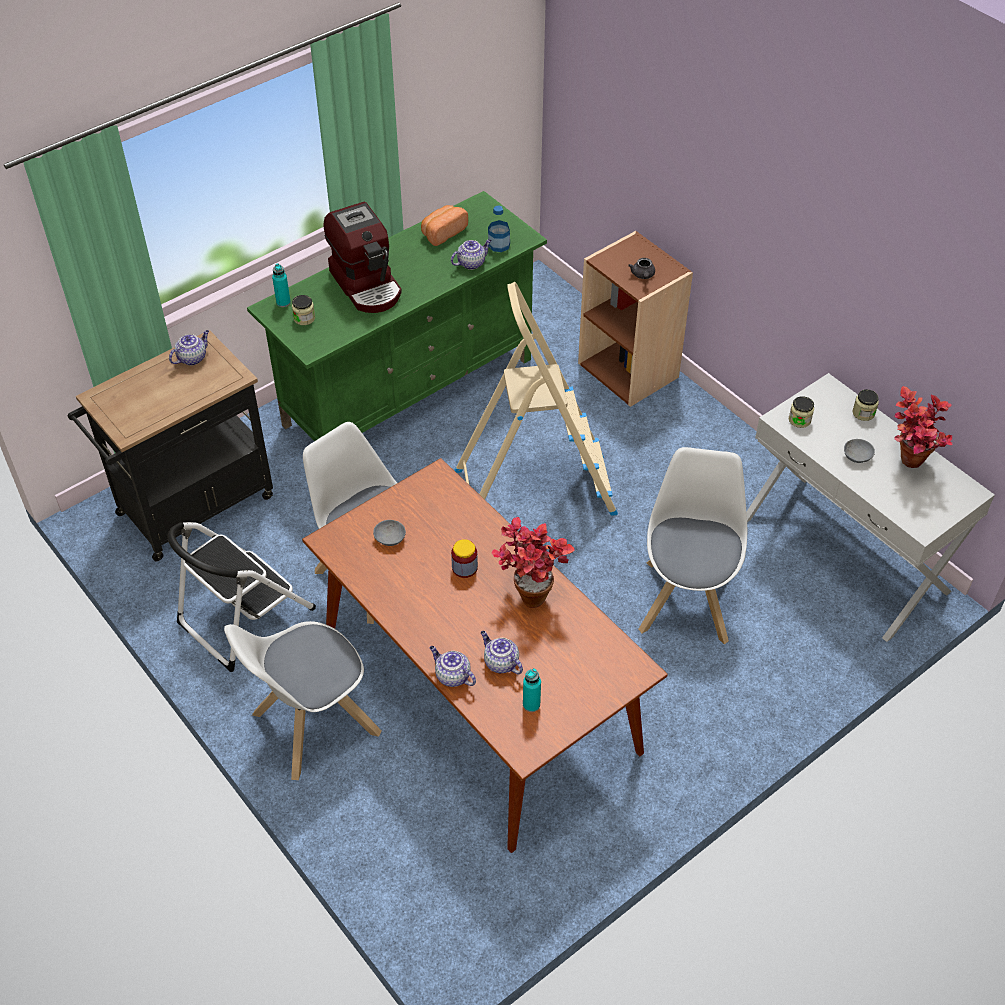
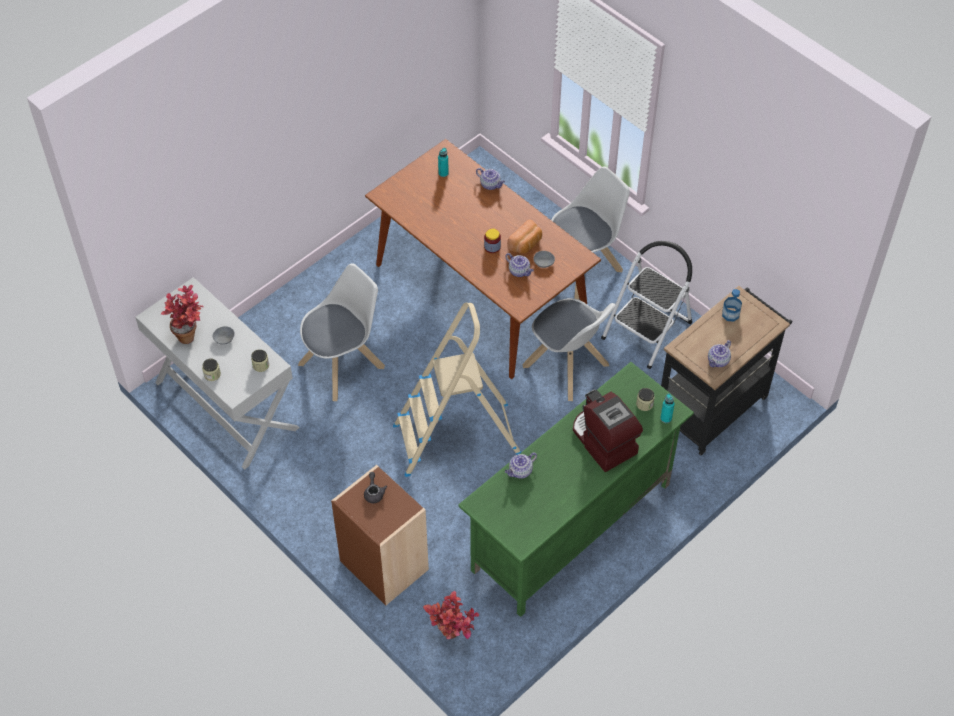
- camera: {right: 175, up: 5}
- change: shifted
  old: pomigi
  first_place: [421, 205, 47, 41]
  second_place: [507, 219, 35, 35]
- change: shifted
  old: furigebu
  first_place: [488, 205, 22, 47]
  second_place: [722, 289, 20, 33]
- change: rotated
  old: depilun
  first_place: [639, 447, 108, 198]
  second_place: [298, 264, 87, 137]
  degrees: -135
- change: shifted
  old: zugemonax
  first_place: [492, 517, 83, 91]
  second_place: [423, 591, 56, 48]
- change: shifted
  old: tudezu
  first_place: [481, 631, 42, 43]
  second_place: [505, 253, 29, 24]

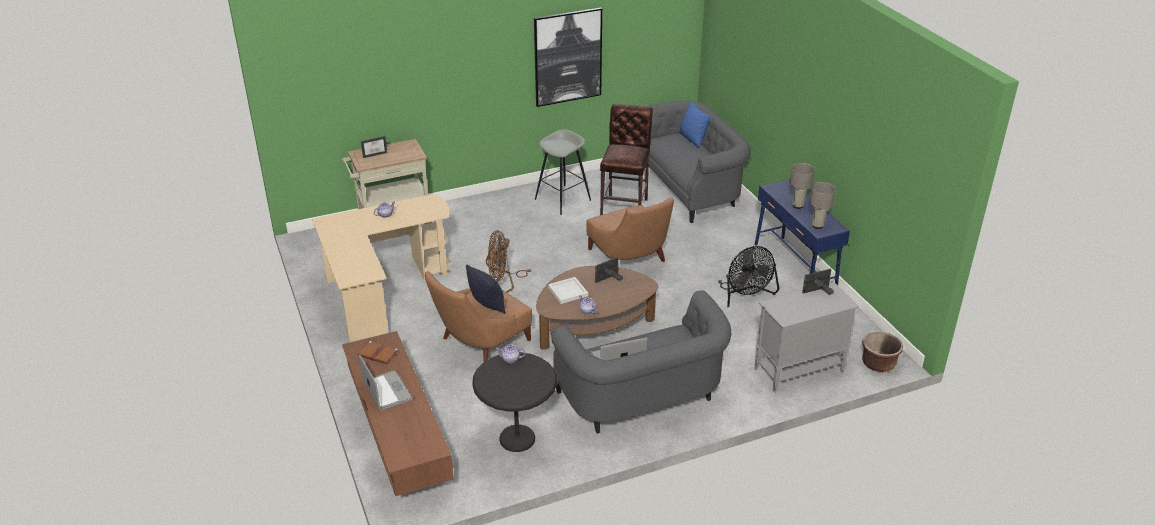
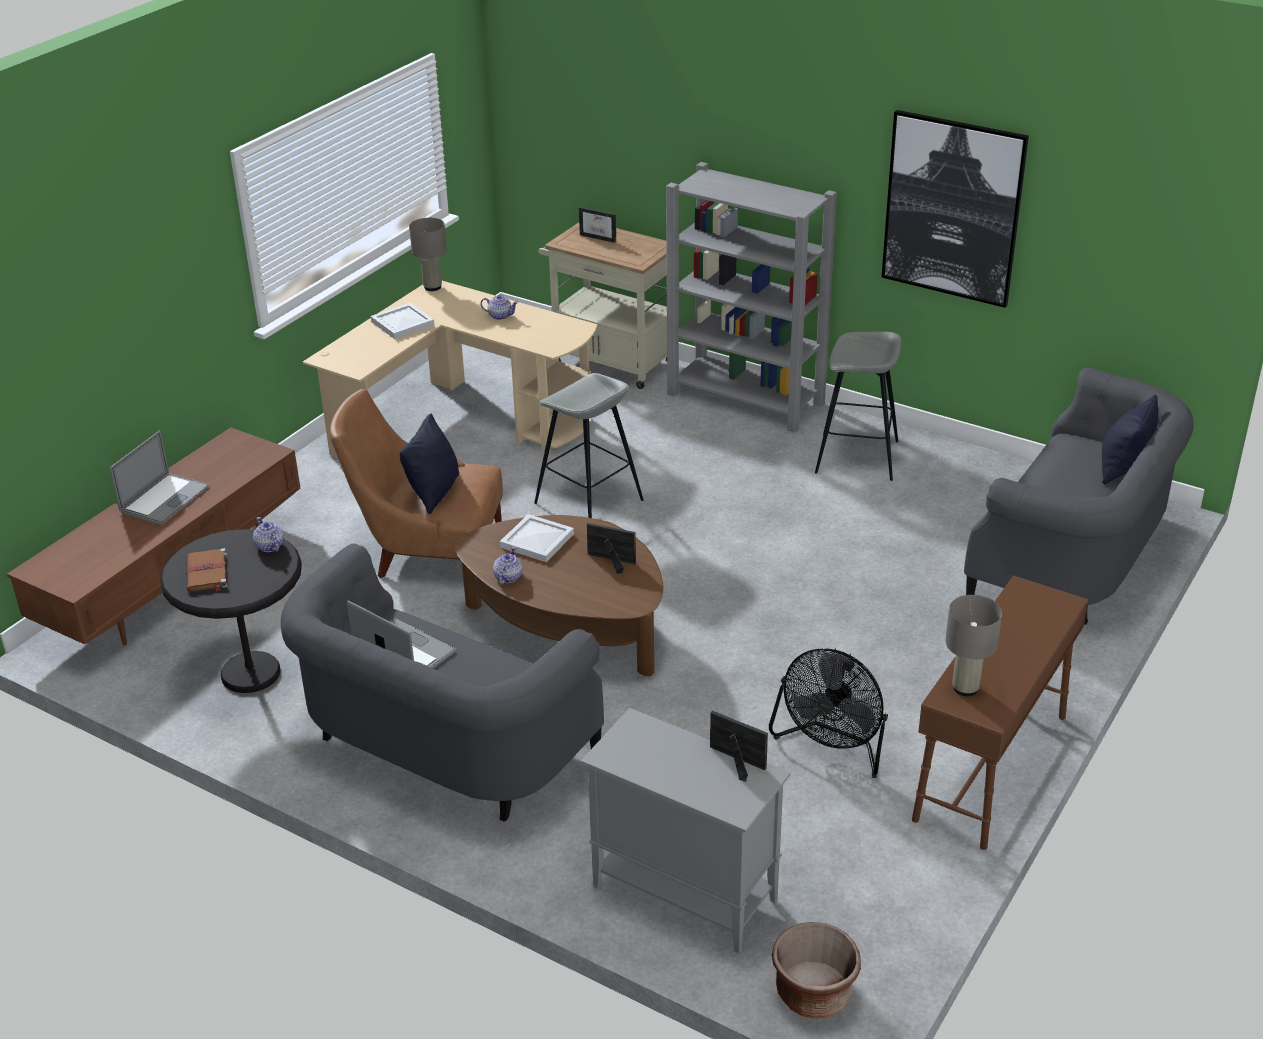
- camera: {right: 55, up: 0}
- change: repainted
  old: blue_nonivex
  new: black_nonivex
  first_place: [679, 102, 32, 46]
  second_place: [1102, 395, 56, 90]
- change: gone
  old: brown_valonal
  first_place: [600, 104, 53, 111]
- change: shifted
  old: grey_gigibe
  first_place: [790, 163, 25, 46]
  second_place: [409, 218, 38, 73]
- change: repainted
  old: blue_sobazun
  new: brown_sobazun
  first_place: [754, 179, 96, 106]
  second_place: [912, 575, 176, 275]
- change: gone
  old: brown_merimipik
  first_place: [587, 197, 87, 65]
- change: swapped
  old: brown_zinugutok
  new: grey_valonal
  first_place: [486, 230, 45, 63]
  second_place: [534, 373, 110, 145]
- change: shifted
  old: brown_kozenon
  first_place: [358, 341, 40, 23]
  second_place: [186, 548, 42, 44]
- change: new
  new: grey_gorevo
  second_place: [666, 162, 171, 271]
- change: new
  new: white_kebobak
  second_place: [371, 303, 63, 36]

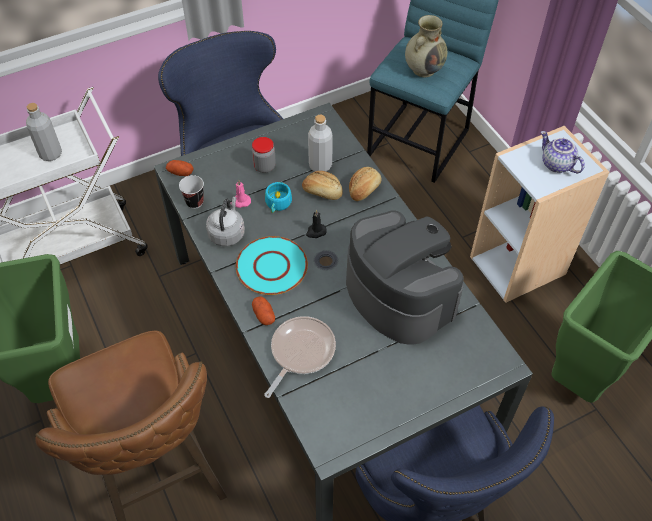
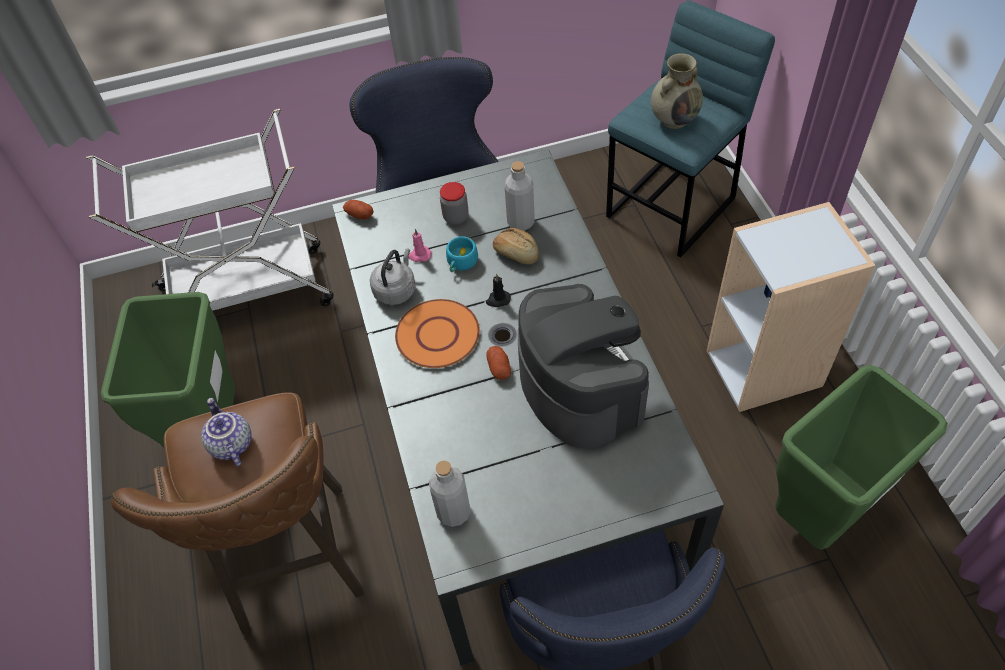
- camera: {right: 15, up: 0}
- change: shifted
  old: grey_furigebu
  first_place: [26, 103, 36, 58]
  second_place: [429, 460, 42, 67]
- change: shifted
  old: tudezu
  first_place: [541, 131, 44, 42]
  second_place: [201, 398, 51, 68]
- change: gone
  old: pomigi
  first_place: [349, 167, 33, 34]
- change: gone
  old: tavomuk
  first_place: [179, 175, 25, 34]
- change: repainted
  old: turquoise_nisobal
  new: orange_nisobal
  first_place: [236, 236, 72, 59]
  second_place: [395, 299, 85, 69]
- change: shifted
  old: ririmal
  first_place: [252, 297, 23, 28]
  second_place: [486, 346, 25, 34]
- change: gone
  old: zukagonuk
  first_place: [264, 316, 72, 82]

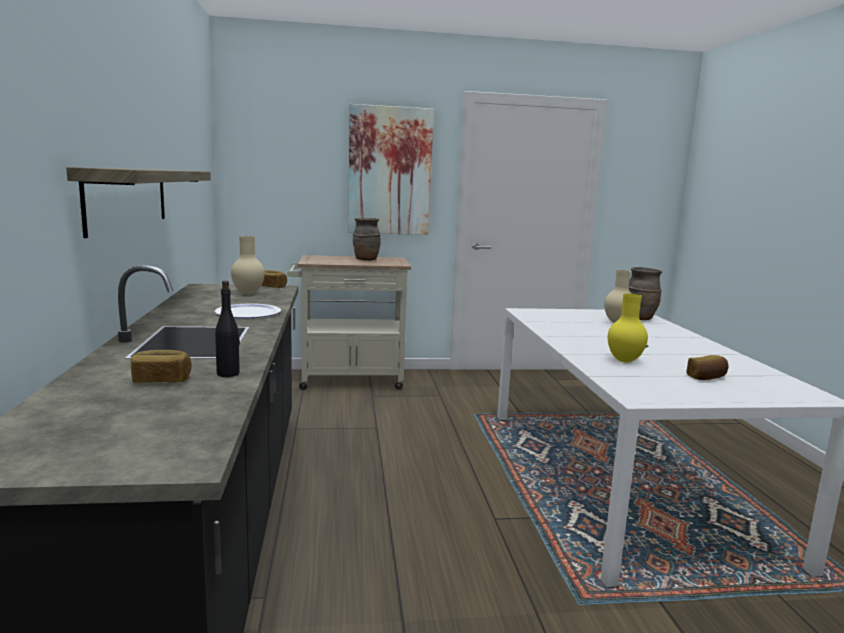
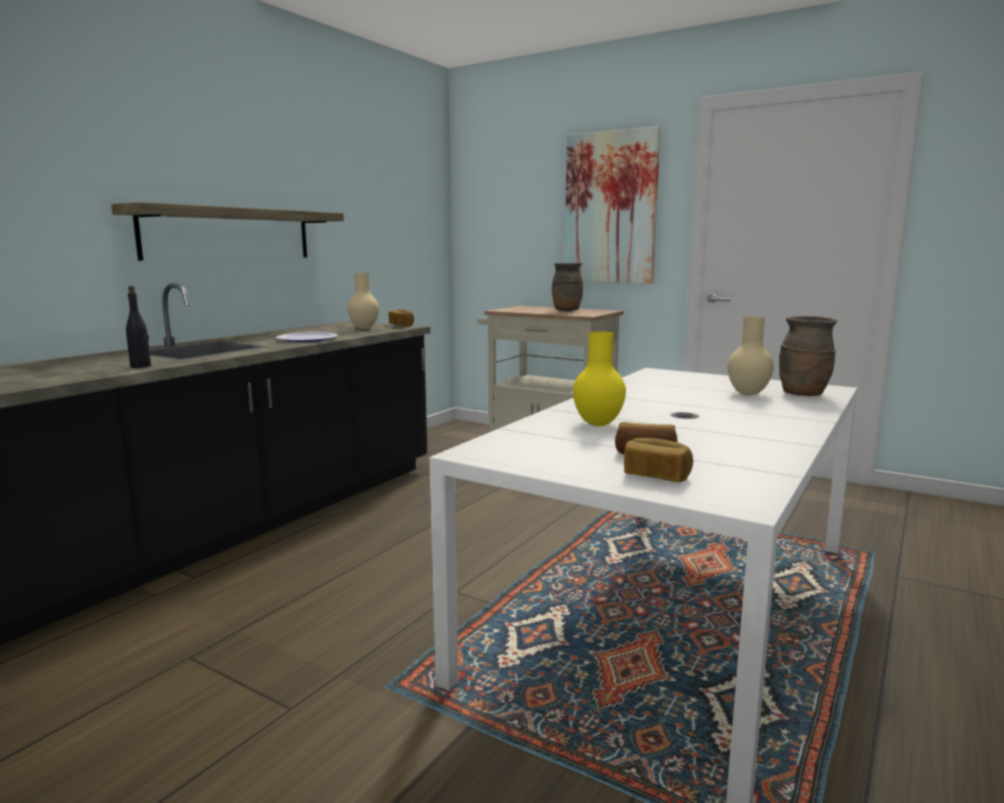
- camera: {right: 40, up: 0}
- change: shifted
  old: pomigi
  first_place: [131, 350, 61, 33]
  second_place: [624, 438, 69, 44]

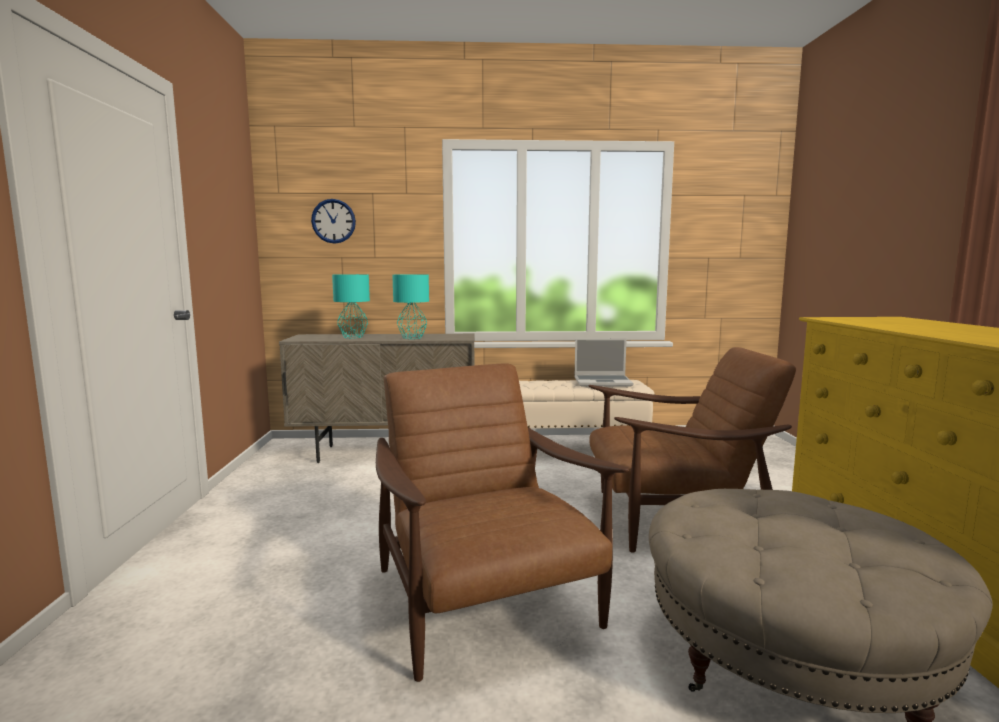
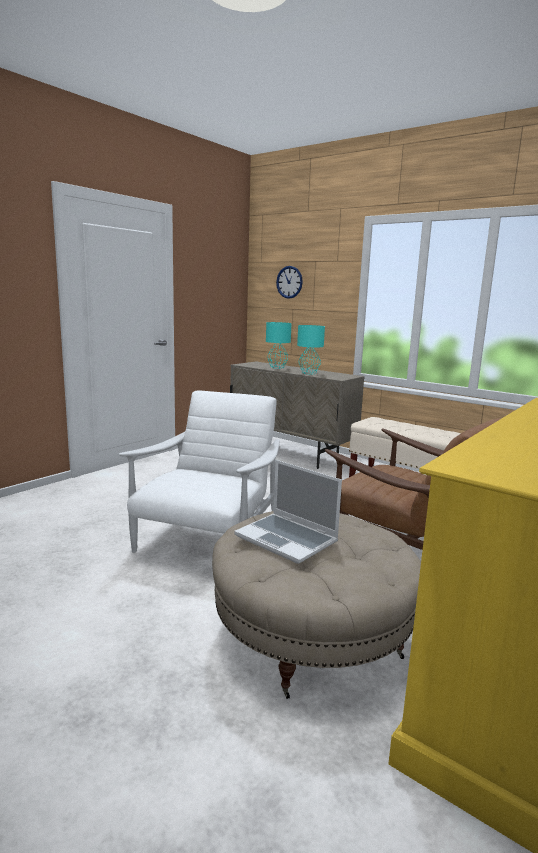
- camera: {right: 40, up: 5}
- change: shifted
  old: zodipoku
  first_place: [574, 338, 59, 49]
  second_place: [234, 460, 108, 104]
- change: repainted
  old: brown_merimipik
  new: white_merimipik
  first_place: [376, 363, 253, 319]
  second_place: [119, 390, 161, 163]

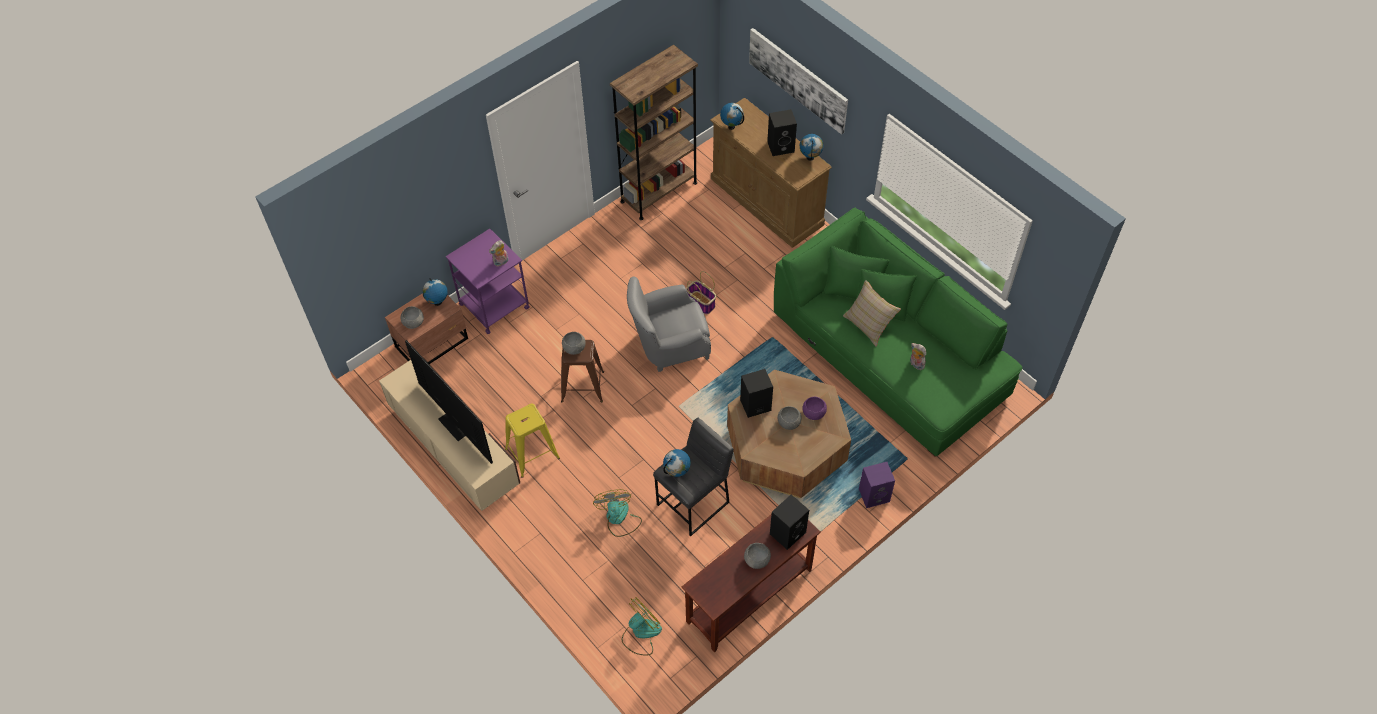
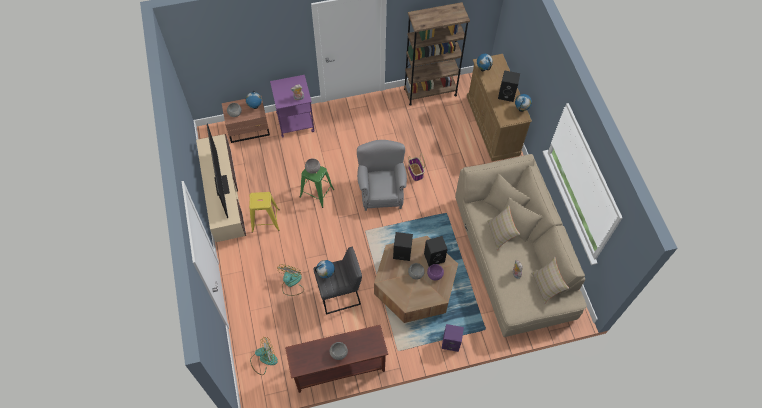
- camera: {right: 25, up: 5}
- change: gone
  old: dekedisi
  first_place: [749, 28, 99, 107]
- change: repainted
  old: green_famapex
  new: beige_famapex
  first_place: [774, 208, 248, 249]
  second_place: [455, 154, 132, 183]
- change: rotated
  old: grey_merimipik
  first_place: [627, 277, 84, 95]
  second_place: [357, 140, 50, 71]
  degrees: 75
- change: repainted
  old: brown_valonal
  new: green_valonal
  first_place: [561, 340, 43, 62]
  second_place: [300, 166, 35, 42]
- change: shifted
  old: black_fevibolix
  first_place: [770, 495, 39, 55]
  second_place: [424, 236, 24, 31]
- change: new
  new: beige_nonivex
  second_place: [531, 257, 38, 47]

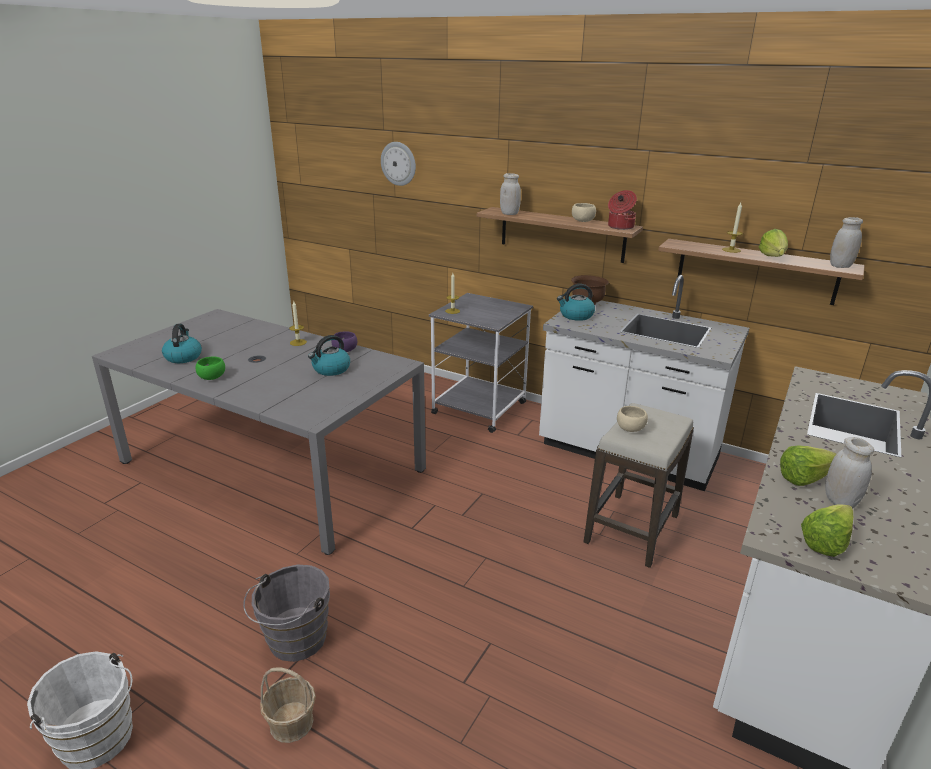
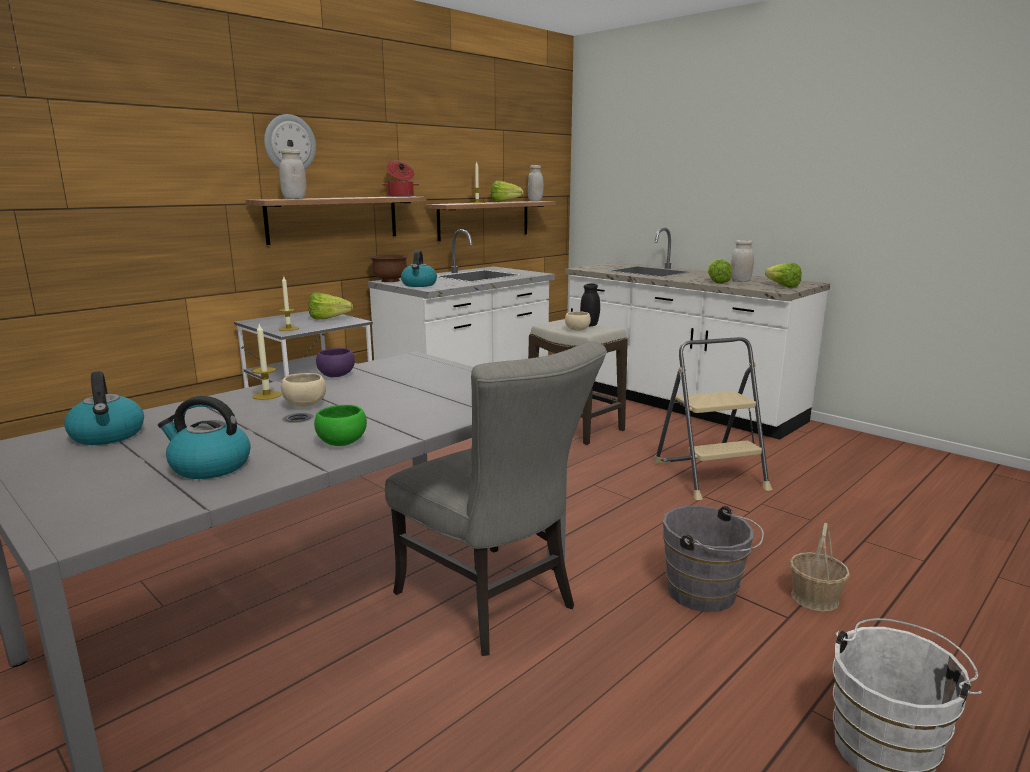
- camera: {right: -75, up: -10}
- change: shifted
  old: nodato
  first_place: [381, 142, 35, 44]
  second_place: [264, 114, 52, 55]
- change: shifted
  old: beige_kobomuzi
  first_place: [572, 203, 24, 19]
  second_place: [281, 373, 45, 34]
- change: shifted
  old: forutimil
  first_place: [308, 335, 42, 41]
  second_place: [64, 371, 80, 74]
- change: new
  new: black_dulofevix
  second_place: [580, 283, 20, 44]
- change: new
  new: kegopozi
  second_place: [309, 293, 44, 26]
- change: new
  new: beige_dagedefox
  second_place: [654, 337, 119, 163]
- change: new
  new: grey_depilun
  second_place: [385, 341, 222, 315]

